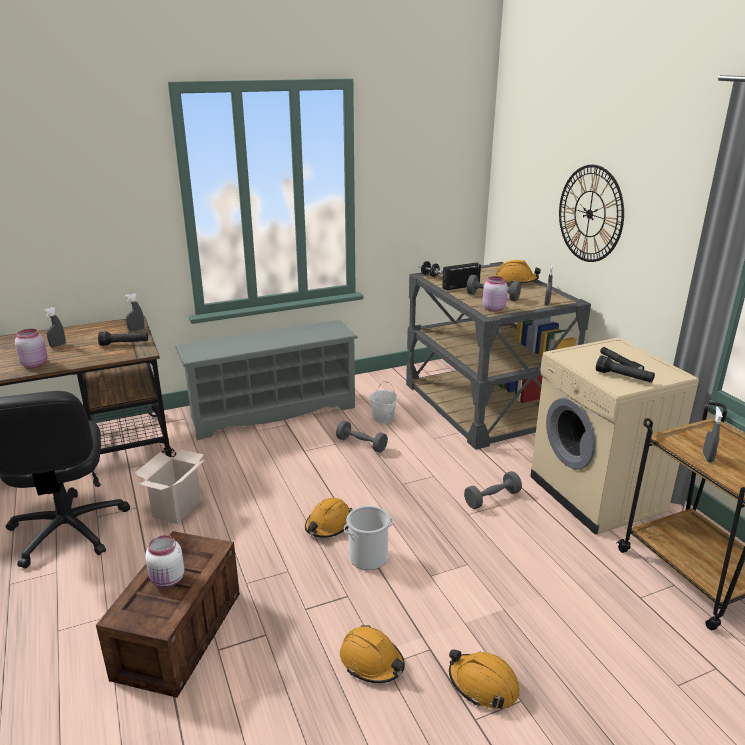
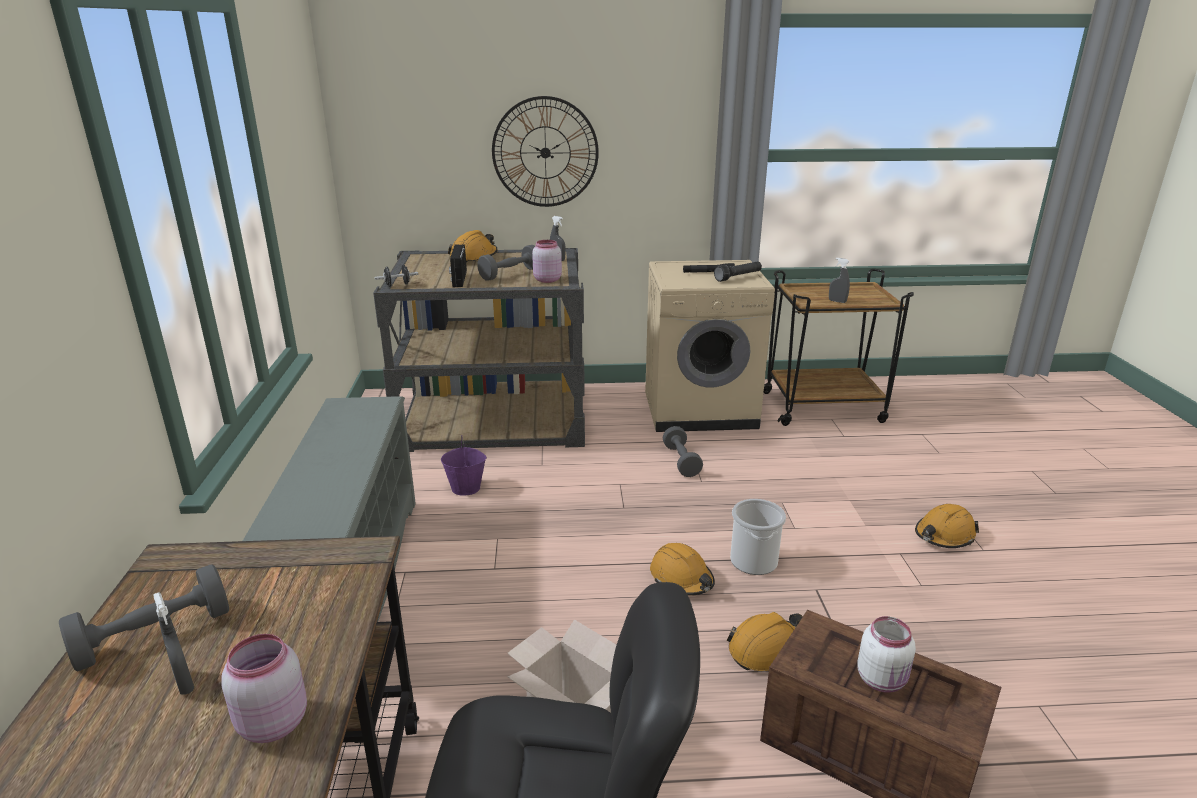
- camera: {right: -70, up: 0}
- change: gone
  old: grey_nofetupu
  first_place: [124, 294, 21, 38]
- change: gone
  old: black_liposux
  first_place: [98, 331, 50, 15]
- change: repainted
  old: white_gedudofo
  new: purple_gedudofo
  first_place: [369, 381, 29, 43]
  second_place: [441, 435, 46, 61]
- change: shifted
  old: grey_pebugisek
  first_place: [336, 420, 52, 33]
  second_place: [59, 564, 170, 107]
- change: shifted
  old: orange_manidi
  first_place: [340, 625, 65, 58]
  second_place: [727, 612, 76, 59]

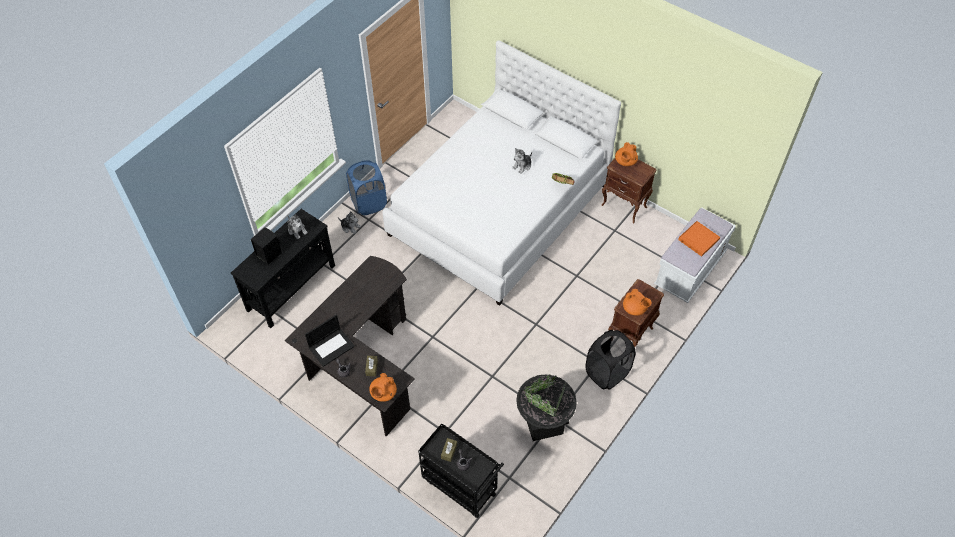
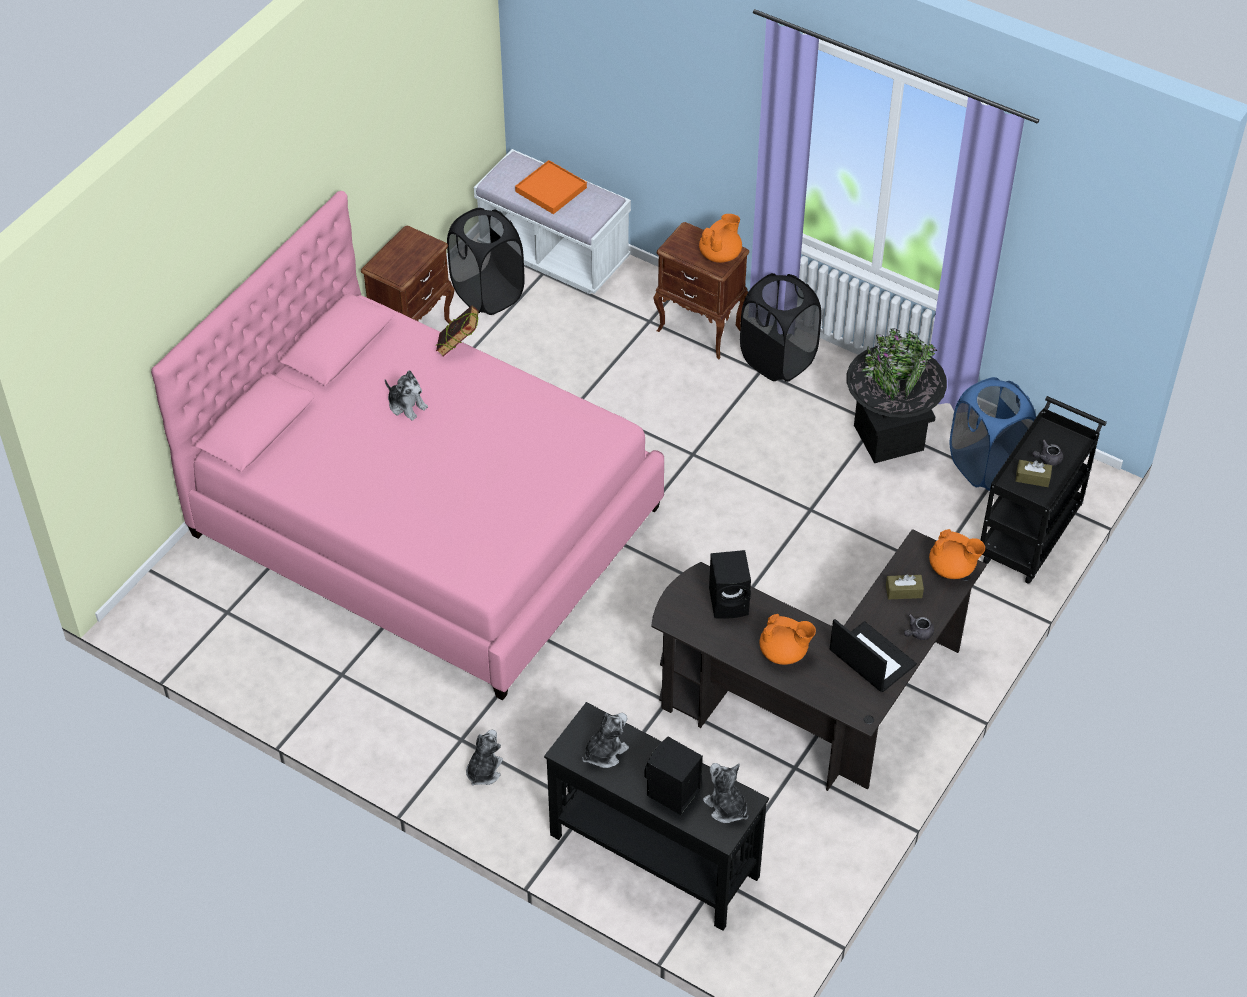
- camera: {right: -95, up: -5}
- change: repainted
  old: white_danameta
  new: pink_danameta
  first_place: [382, 40, 239, 266]
  second_place: [151, 191, 513, 509]
- change: shifted
  old: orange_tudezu
  first_place: [615, 142, 23, 24]
  second_place: [760, 614, 56, 51]
- change: shifted
  old: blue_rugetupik
  first_place: [346, 160, 41, 55]
  second_place: [950, 377, 86, 114]
- change: new
  new: black_rugetupik
  second_place: [447, 208, 78, 107]
- change: new
  new: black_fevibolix
  second_place: [709, 550, 42, 69]
- change: new
  new: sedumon
  second_place: [703, 763, 45, 60]

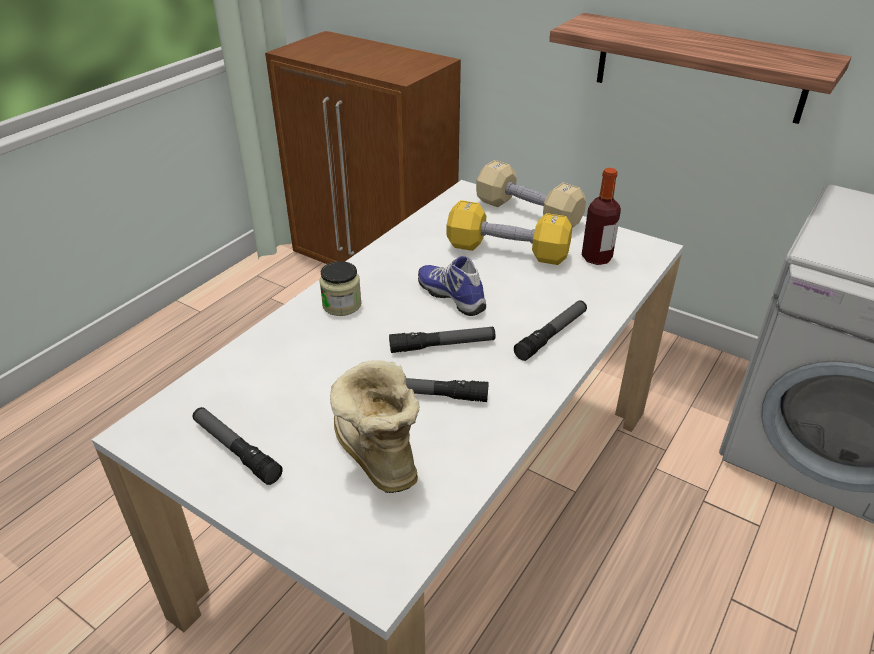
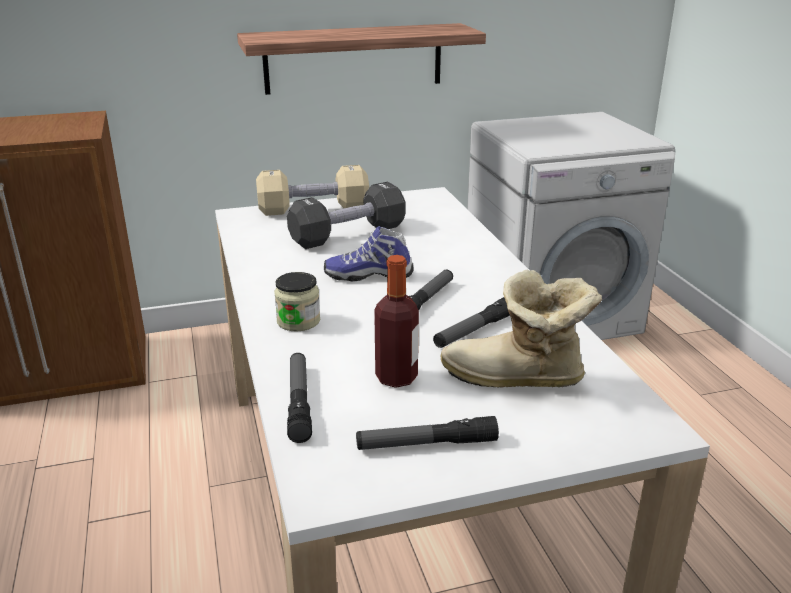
- camera: {right: -50, up: -10}
- change: shifted
  old: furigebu
  first_place: [582, 168, 39, 97]
  second_place: [374, 255, 45, 133]
- change: repainted
  old: yellow_pebugisek
  new: black_pebugisek
  first_place: [446, 200, 126, 65]
  second_place: [287, 182, 119, 67]
- change: shifted
  old: liposux
  first_place: [514, 301, 73, 60]
  second_place: [287, 353, 25, 90]

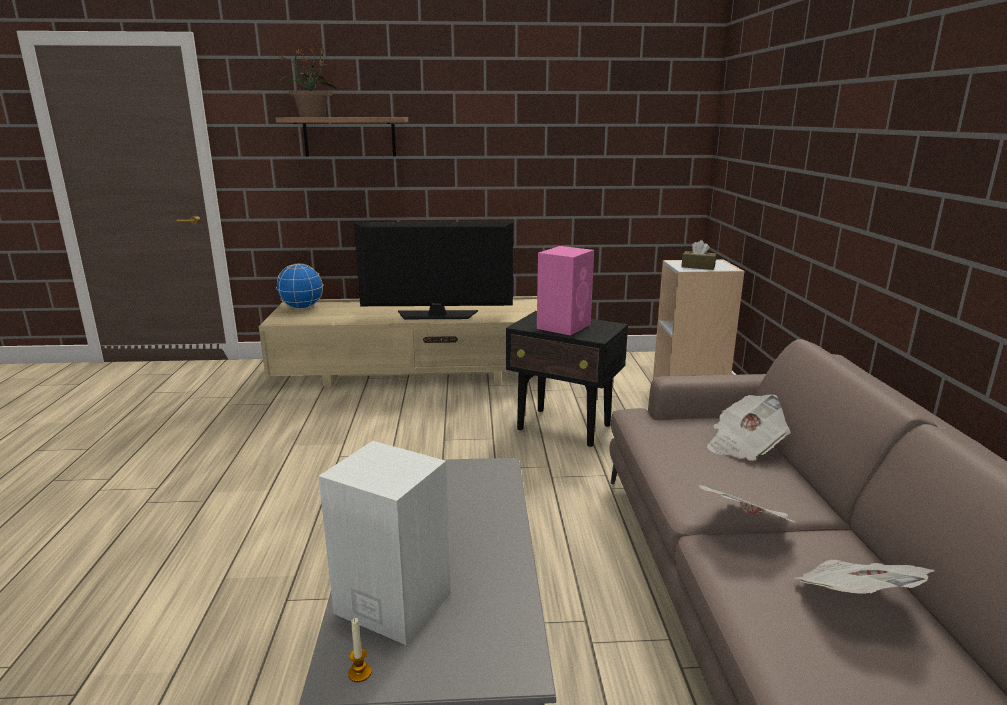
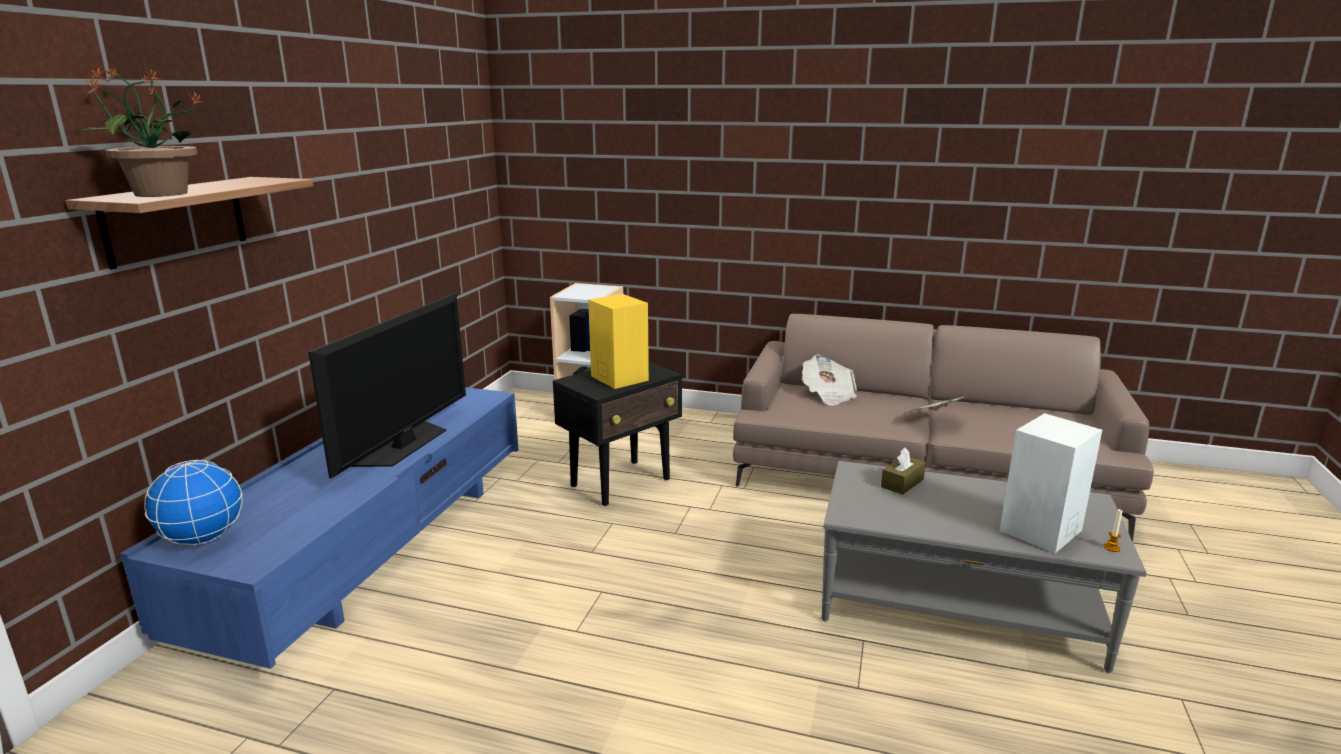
- camera: {right: -70, up: 0}
- change: shifted
  old: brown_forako
  first_place: [681, 240, 35, 30]
  second_place: [881, 448, 45, 47]
- change: repainted
  old: pink_fevibolix
  new: yellow_fevibolix
  first_place: [537, 246, 57, 90]
  second_place: [588, 294, 61, 95]
- change: repainted
  old: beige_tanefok
  new: blue_tanefok
  first_place: [259, 296, 278, 93]
  second_place: [120, 387, 398, 282]
- change: gone
  old: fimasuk
  first_place: [793, 560, 142, 34]

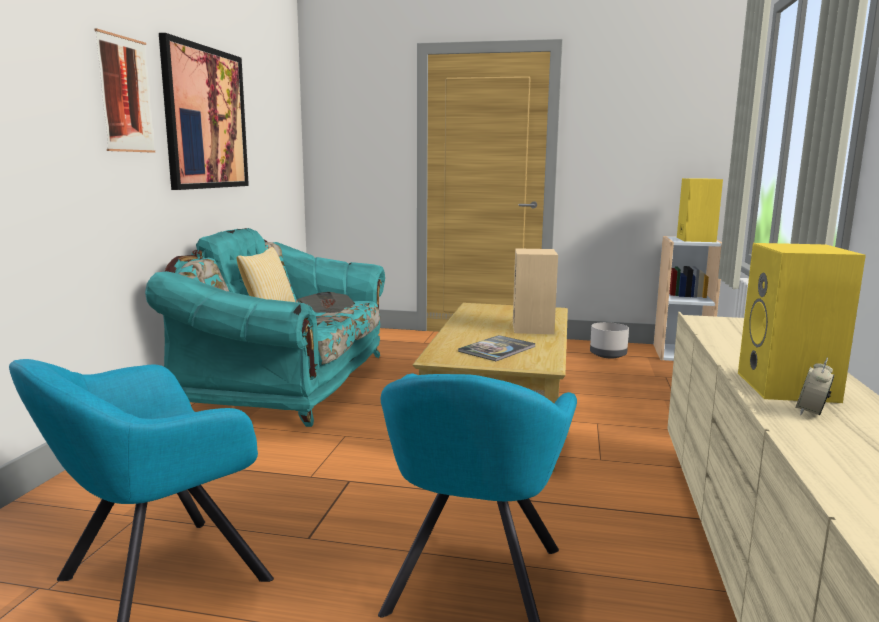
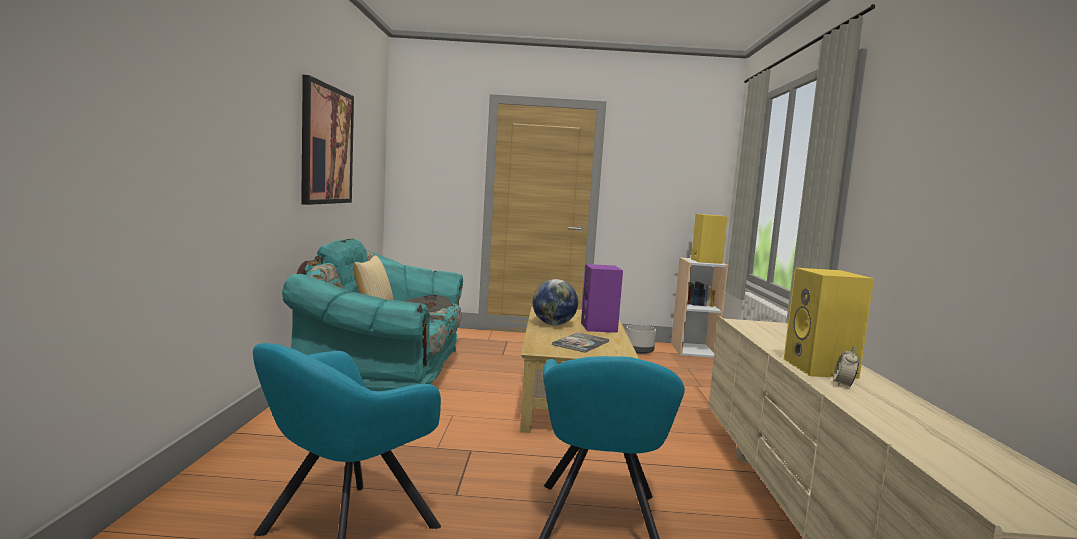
- camera: {right: -10, up: -5}
- change: gone
  old: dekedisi
  first_place: [95, 28, 60, 125]
- change: repainted
  old: beige_fevibolix
  new: purple_fevibolix
  first_place: [513, 248, 45, 86]
  second_place: [581, 264, 42, 69]
- change: new
  new: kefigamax
  second_place: [533, 279, 45, 46]

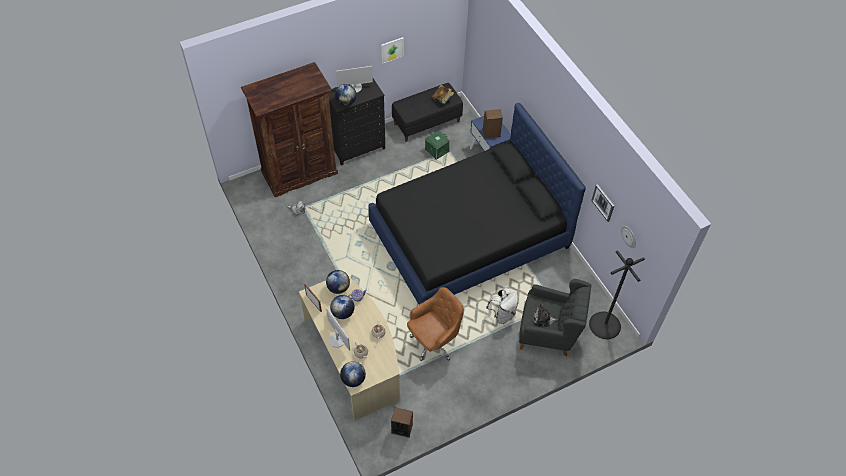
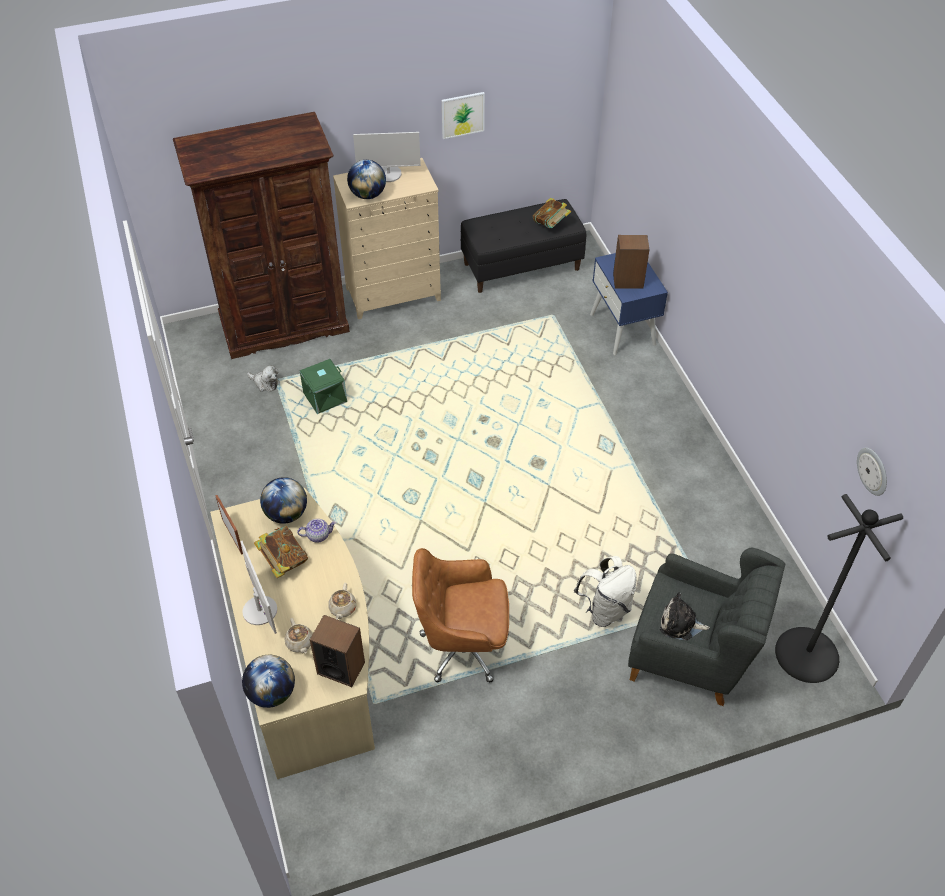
- camera: {right: 10, up: -5}
- change: repainted
  old: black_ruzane
  new: beige_ruzane
  first_place: [328, 78, 57, 87]
  second_place: [333, 158, 108, 161]
- change: gone
  old: black_danameta
  first_place: [368, 103, 218, 201]
- change: shifted
  old: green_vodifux
  first_place: [425, 130, 25, 30]
  second_place: [300, 359, 47, 55]
- change: gone
  old: dekedisi
  first_place: [591, 184, 23, 38]
- change: rotated
  old: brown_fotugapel
  first_place: [407, 287, 57, 74]
  second_place: [412, 548, 97, 134]
  degrees: -150
- change: swapped
  old: kefigamax
  new: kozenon
  first_place: [330, 295, 25, 24]
  second_place: [254, 526, 54, 52]
- change: shifted
  old: fevibolix
  first_place: [391, 407, 22, 31]
  second_place: [310, 615, 55, 72]

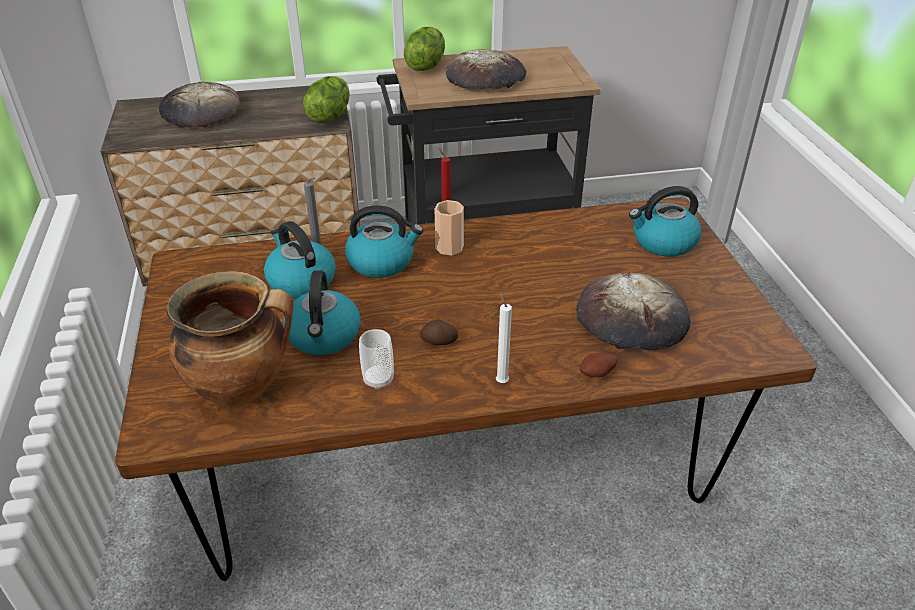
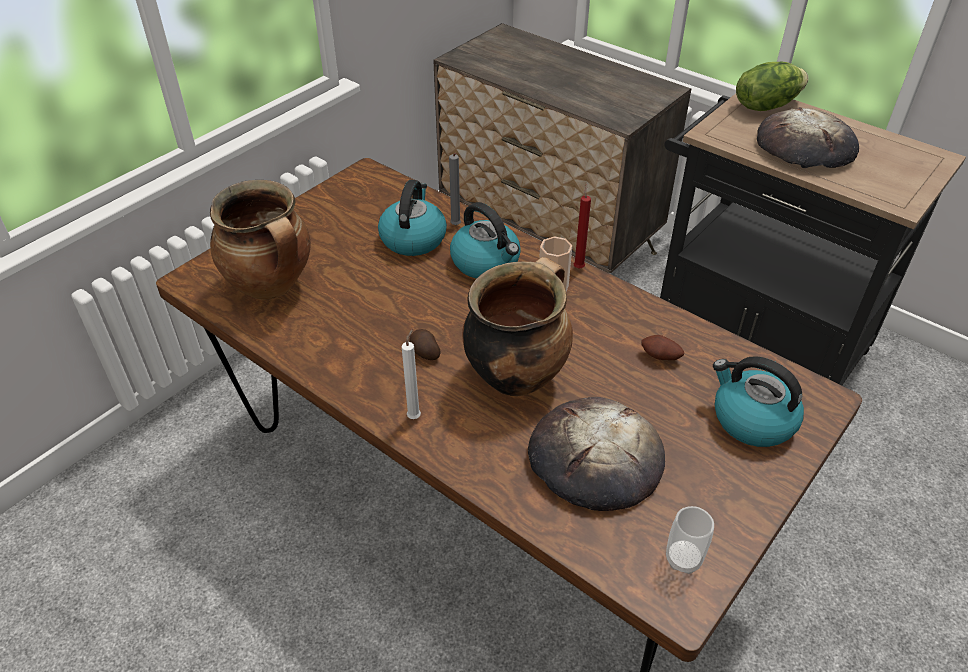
- camera: {right: 50, up: 5}
- change: gone
  old: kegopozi
  first_place: [303, 76, 46, 47]
- change: gone
  old: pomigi
  first_place: [159, 82, 81, 46]
- change: gone
  old: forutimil
  first_place: [283, 270, 78, 85]
- change: shifted
  old: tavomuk
  first_place: [359, 329, 35, 61]
  second_place: [666, 506, 48, 68]
- change: shifted
  old: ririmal
  first_place: [580, 352, 38, 25]
  second_place: [642, 335, 43, 25]
- change: new
  new: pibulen
  second_place: [462, 257, 111, 139]

